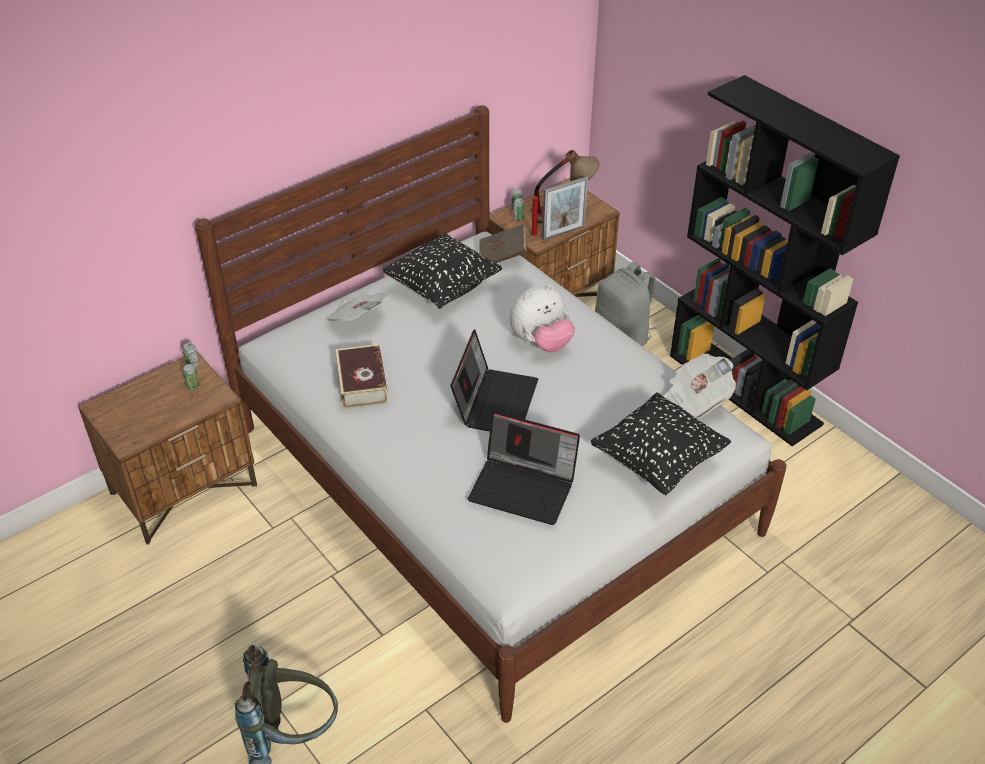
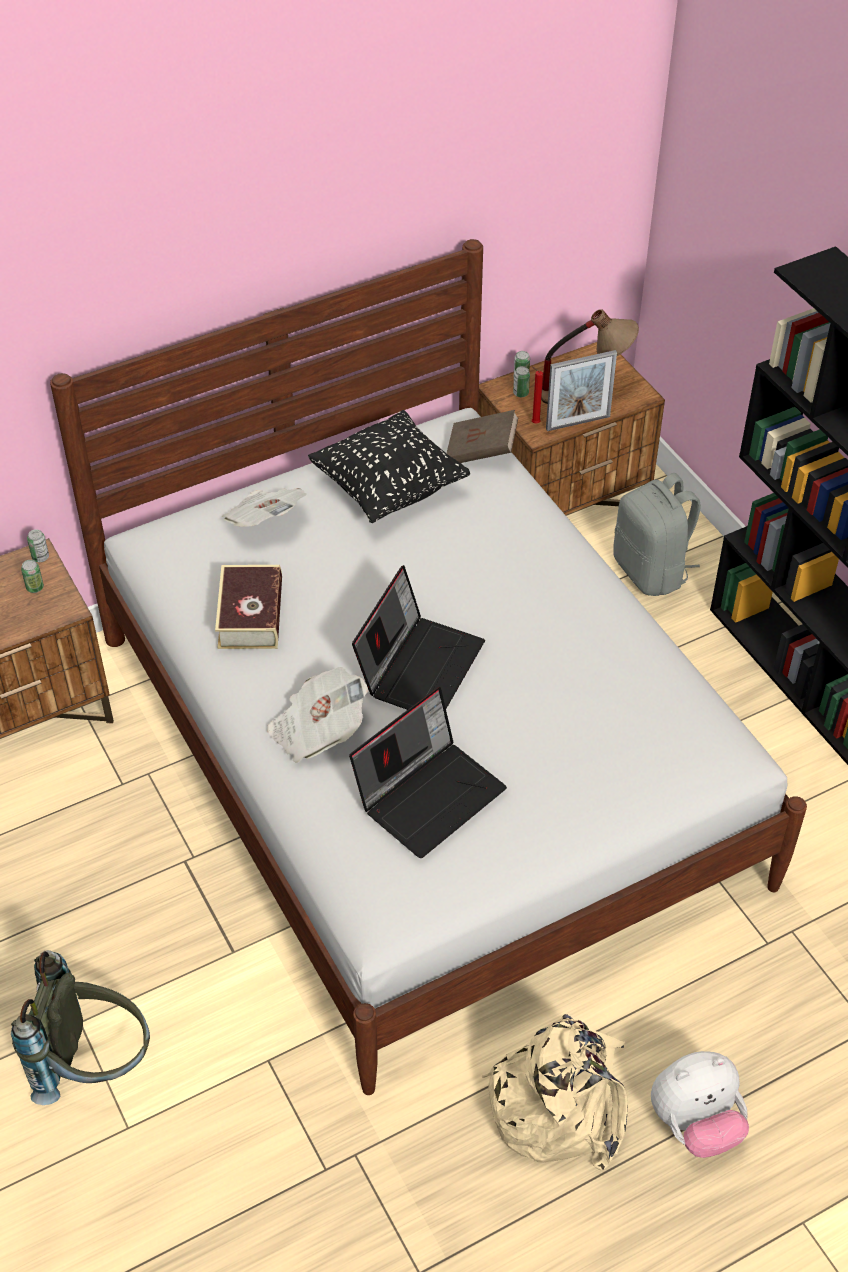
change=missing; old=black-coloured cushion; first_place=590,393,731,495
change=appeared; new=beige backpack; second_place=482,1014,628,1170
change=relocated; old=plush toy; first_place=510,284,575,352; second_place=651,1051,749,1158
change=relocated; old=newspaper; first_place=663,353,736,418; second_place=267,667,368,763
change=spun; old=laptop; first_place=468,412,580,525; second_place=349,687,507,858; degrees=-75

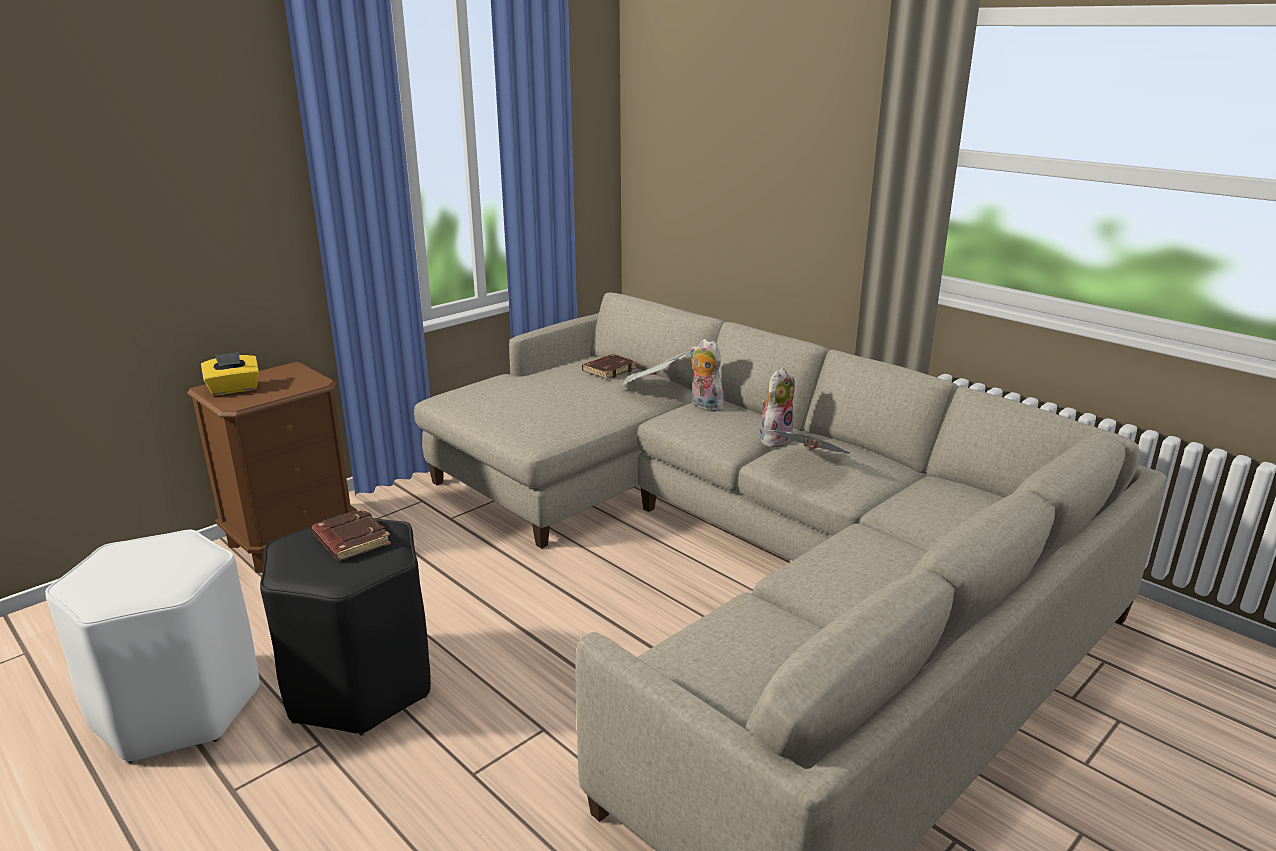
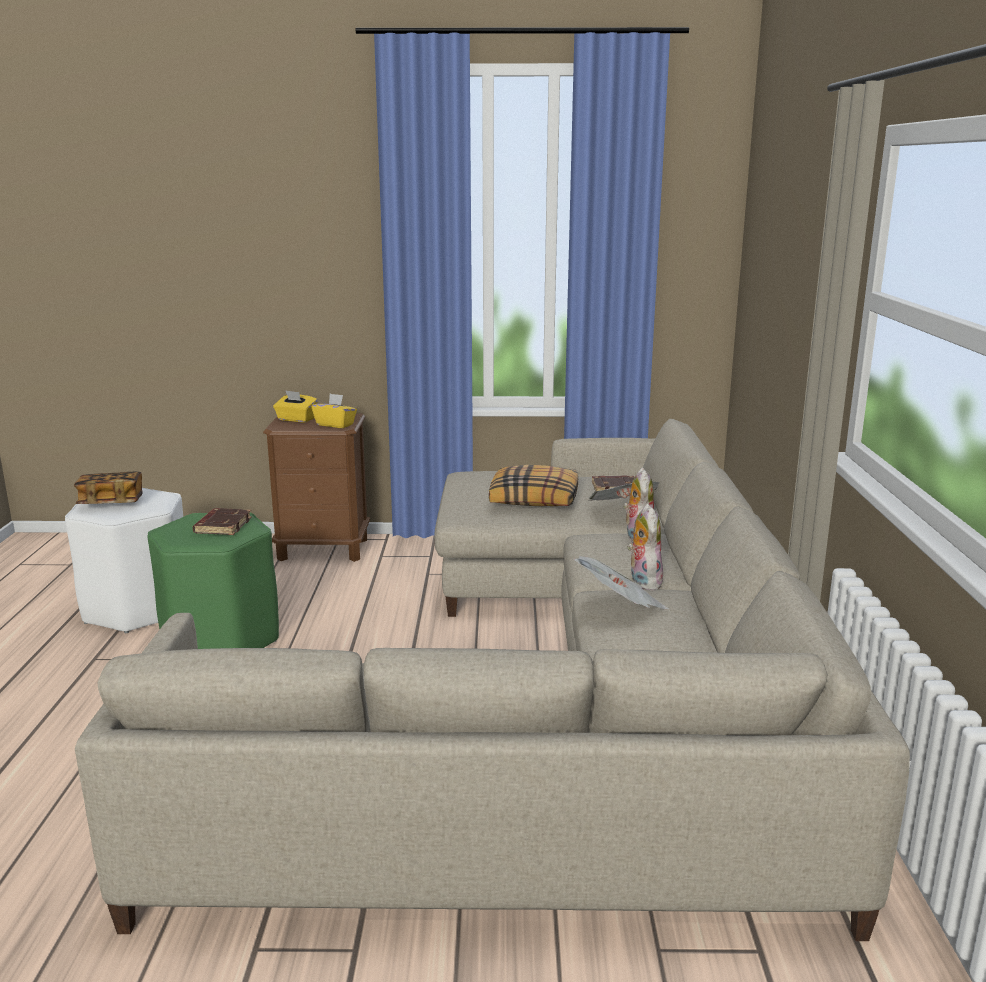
change=appeared; new=volume; second_place=74,472,143,504
change=appeared; new=yellow box of tissues; second_place=312,393,357,428
change=appeared; new=cushion; second_place=489,465,578,506
change=colour; old=black-coloured stool seat; new=greenish stool seat; first_place=260,514,431,735; second_place=147,513,279,649
change=spun; old=plush toy; first_place=760,368,795,447; second_place=627,504,663,590; degrees=-90

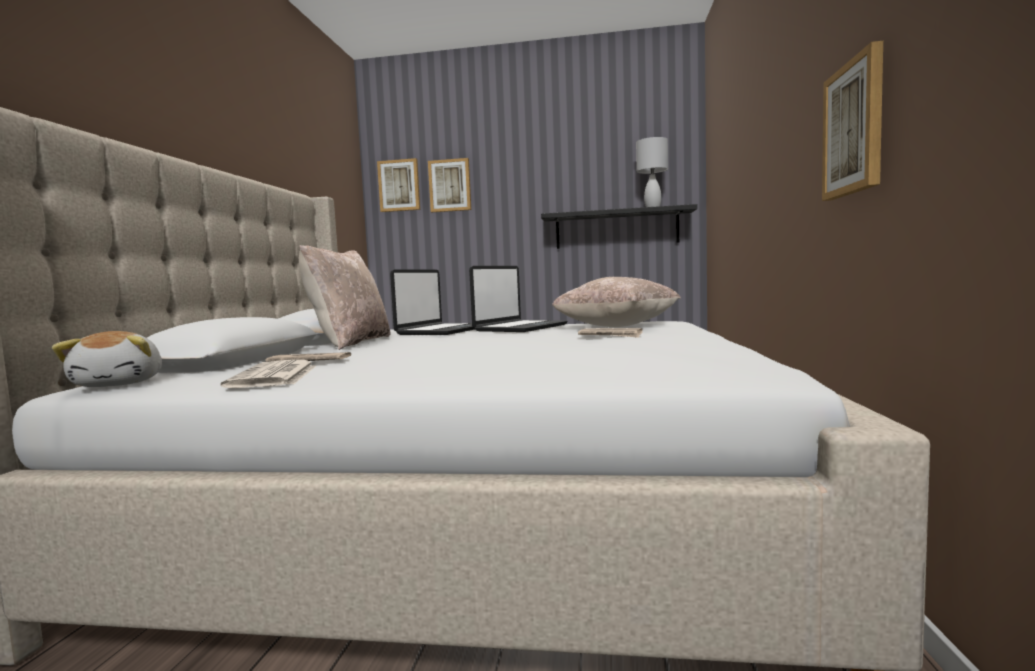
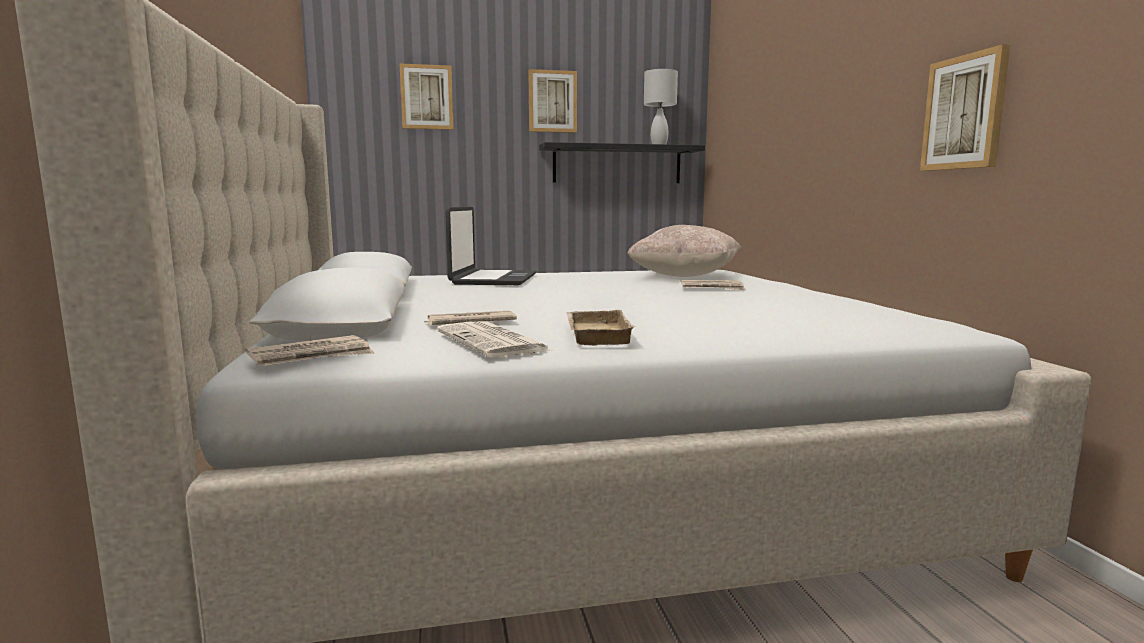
change=missing; old=beige cushion; first_place=299,245,391,350
change=missing; old=laptop; first_place=469,266,567,332
change=appeared; new=beige tray; second_place=566,310,636,345
change=relocated; old=wall picture; first_place=377,158,420,212; second_place=528,69,577,133
change=exchanged; old=plush toy; new=newspaper; first_place=52,331,162,387; second_place=246,335,374,366

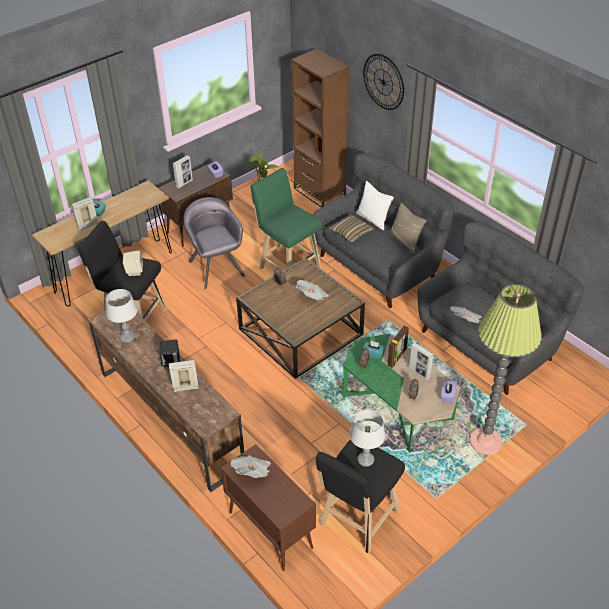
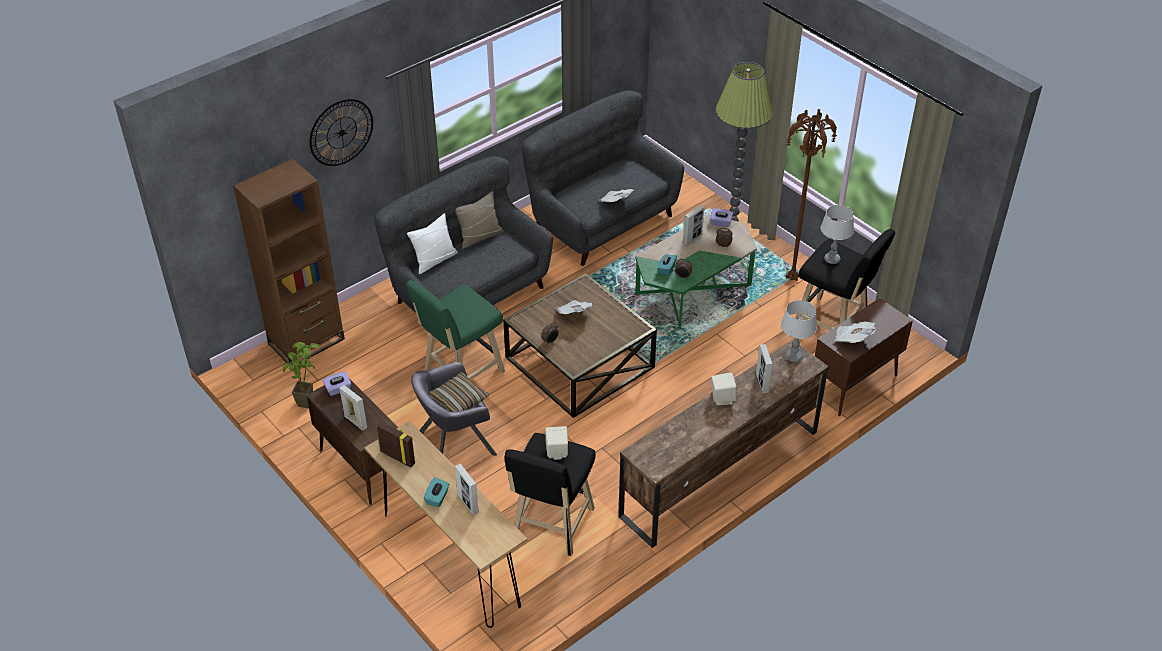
change=appeared; new=brown-coloured standing lamp; second_place=786,109,837,281
change=relocated; old=gray lamp for a table; first_place=106,289,138,343; second_place=781,300,817,362
change=relocated; old=cushion; first_place=329,214,375,243; second_place=430,372,489,412
change=relocated; old=standing frame; first_place=387,326,409,368; second_place=376,421,415,468
change=colour; old=black-coloured loudspeaker; new=beige loudspeaker; first_place=160,339,180,367; second_place=711,372,737,405

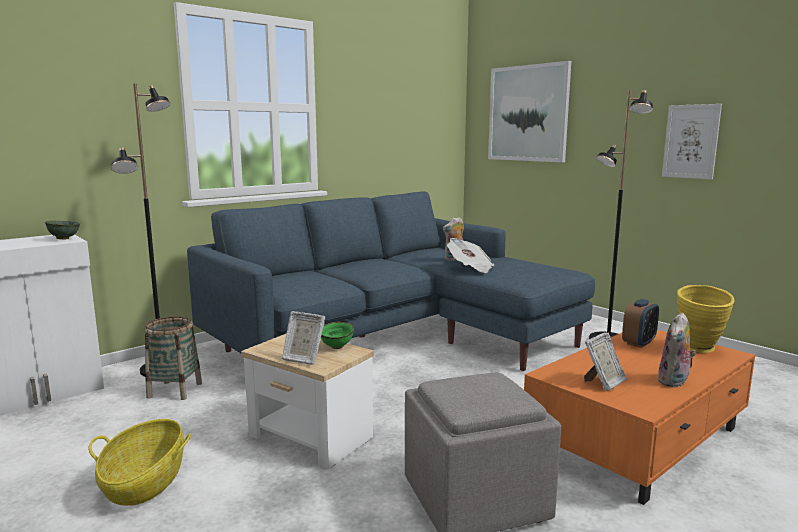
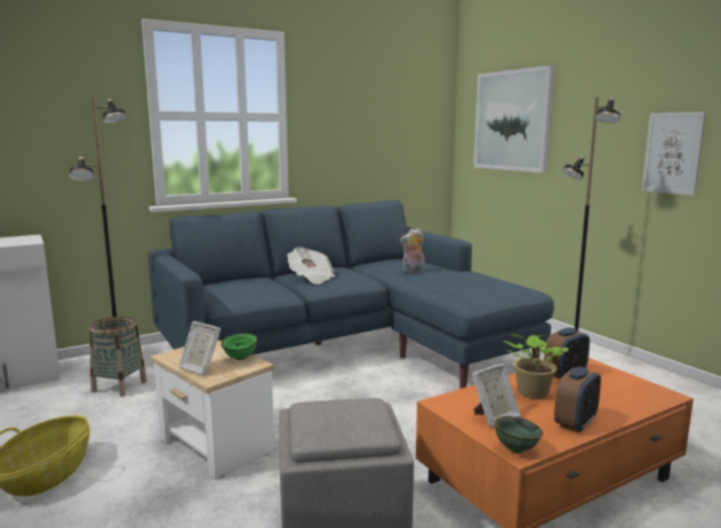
change=missing; old=yellow decorative vase; first_place=677,285,735,353
change=appeared; new=plant in a pot; second_place=503,334,569,399
change=relocated; old=greenish deep dish; first_place=45,221,80,240; second_place=494,416,543,453
change=relocated; old=newspaper; first_place=447,238,494,273; second_place=287,247,335,284
change=exchanged; old=plush toy; new=bedside clock; first_place=658,312,696,387; second_place=554,366,601,433

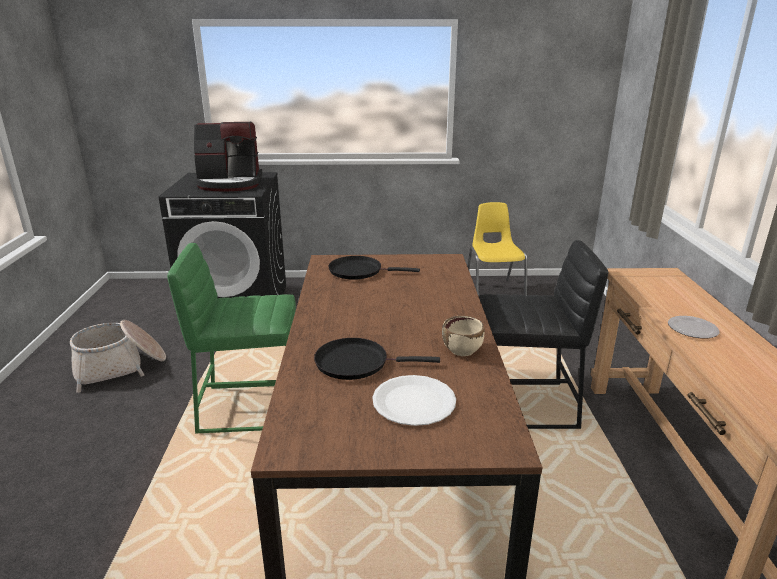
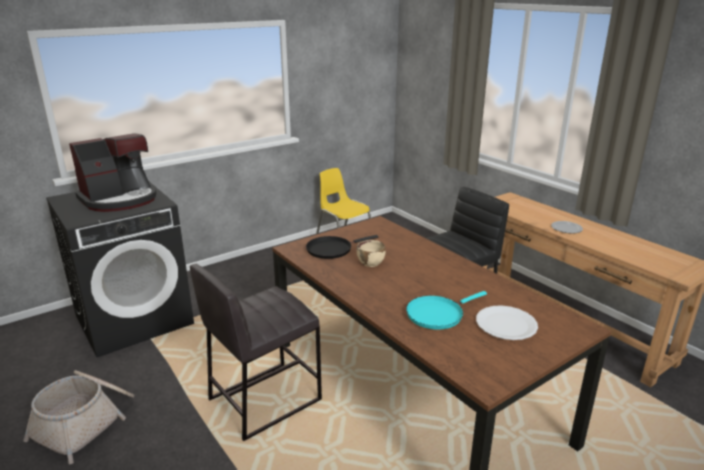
change=relocated; old=beige deep dish; first_place=442,316,484,356; second_place=357,240,386,267
change=colour; old=greenish stool seat; new=gray stool seat; first_place=167,243,296,433; second_place=190,264,322,441
change=colour; old=black-coloured skillet; new=turquoise-coloured skillet; first_place=314,338,440,380; second_place=406,291,487,330

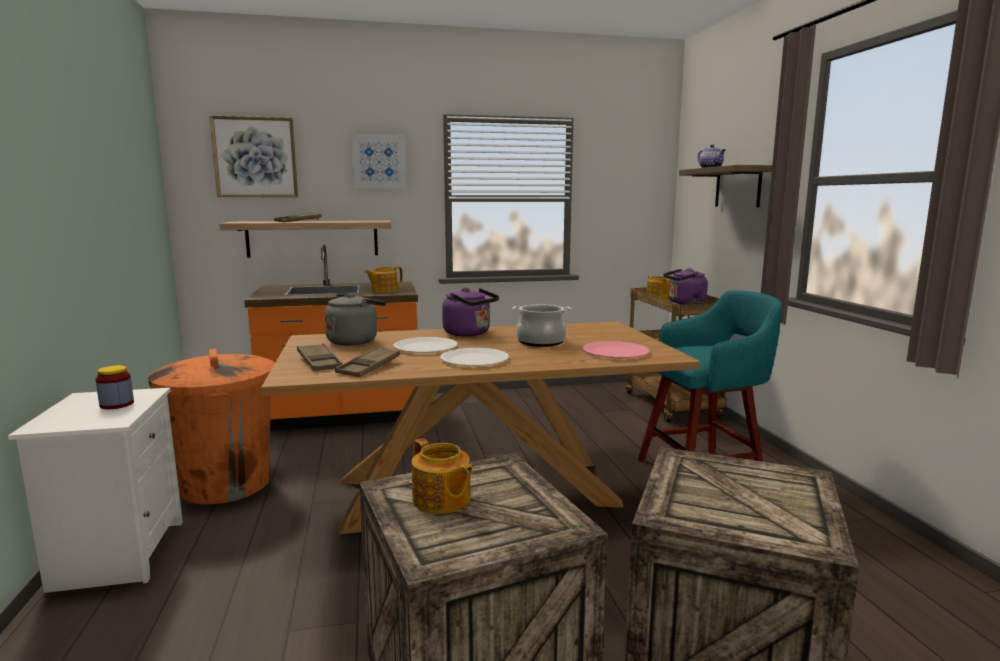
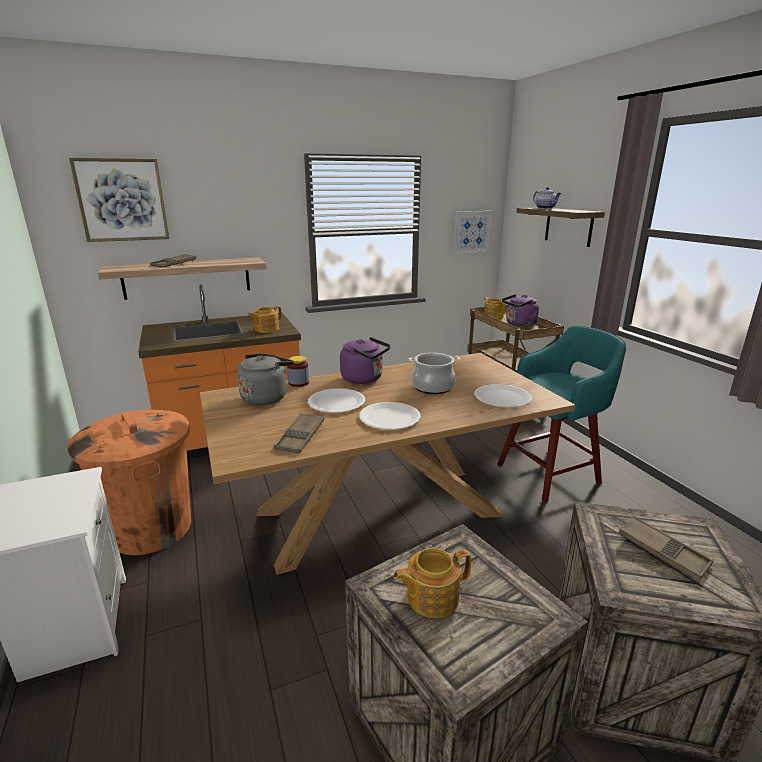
change=relocated; old=preserve jar; first_place=96,365,134,409; second_place=287,356,309,387
change=relocated; old=brown-coloured tray; first_place=297,343,343,371; second_place=619,516,713,581
change=relocated; old=wall picture; first_place=351,134,407,189; second_place=453,211,493,255
change=colour; old=pinkish dinner plate; new=whitish dinner plate; first_place=583,341,650,358; second_place=474,384,532,408
change=spun; old=tea pot; first_place=412,438,473,514; second_place=393,548,471,618; degrees=120

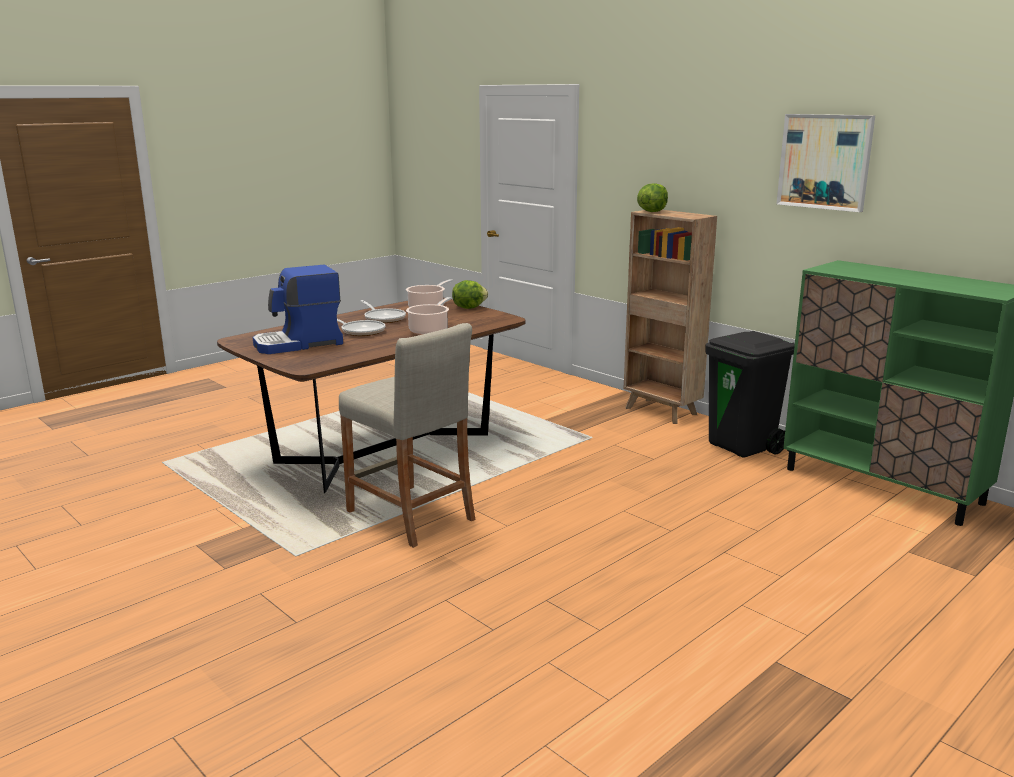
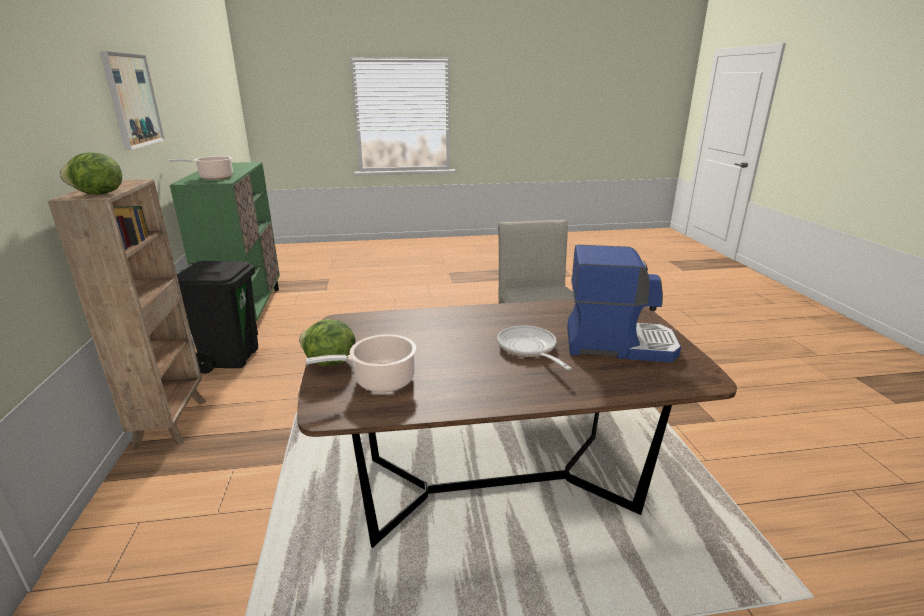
change=missing; old=skillet; first_place=361,300,406,323
change=relocated; old=cooking pot; first_place=406,297,451,335; second_place=169,156,233,180

